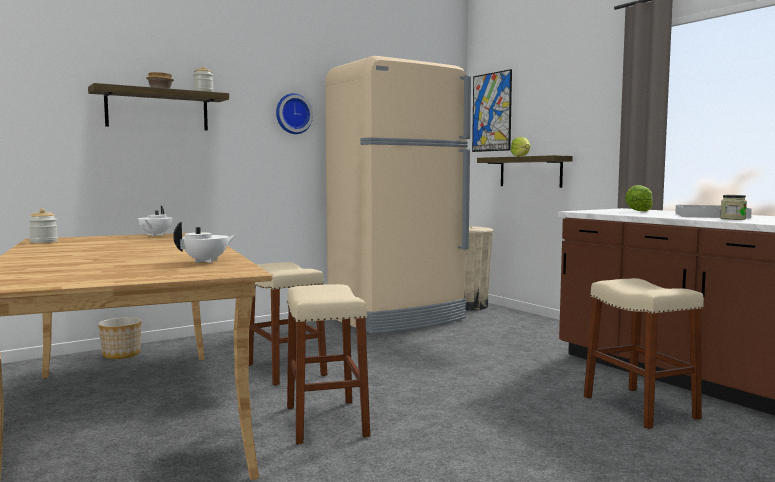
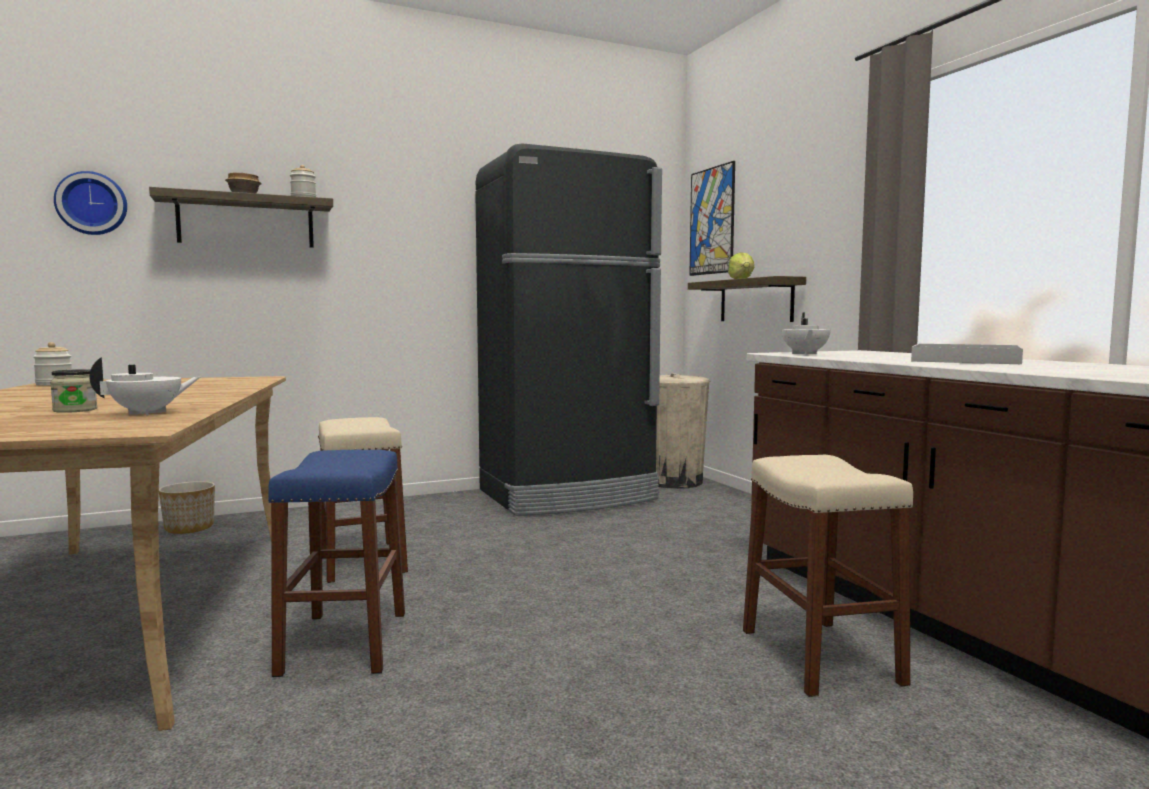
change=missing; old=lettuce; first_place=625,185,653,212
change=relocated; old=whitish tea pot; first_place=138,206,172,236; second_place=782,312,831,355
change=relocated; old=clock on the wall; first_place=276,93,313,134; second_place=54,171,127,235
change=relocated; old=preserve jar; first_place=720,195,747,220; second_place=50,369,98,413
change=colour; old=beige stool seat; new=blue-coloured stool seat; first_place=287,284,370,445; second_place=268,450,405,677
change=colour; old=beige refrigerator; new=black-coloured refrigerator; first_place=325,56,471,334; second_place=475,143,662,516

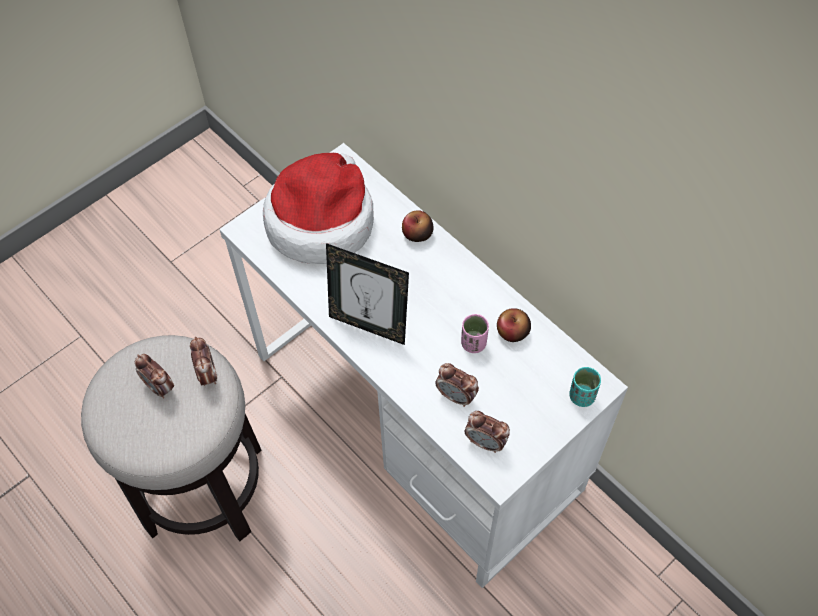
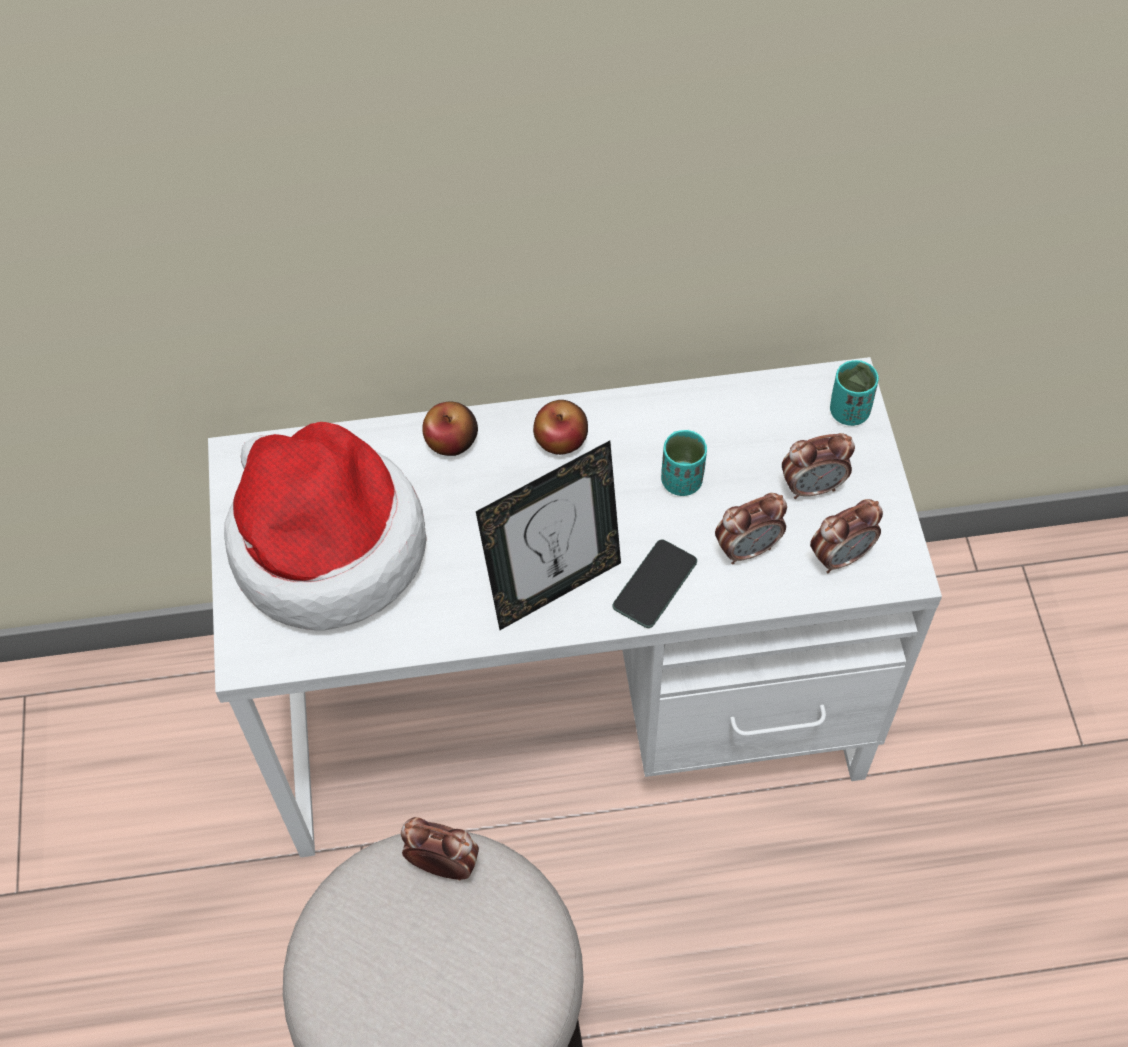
change=appeared; new=phone; second_place=612,540,697,628
change=relocated; old=bedside clock; first_place=135,354,174,399; second_place=782,433,855,499
change=relocated; old=apple; first_place=497,308,531,342; second_place=533,400,588,455
change=colour; old=pinkish cup; new=turquoise-coloured cup; first_place=461,314,489,353; second_place=661,430,707,496

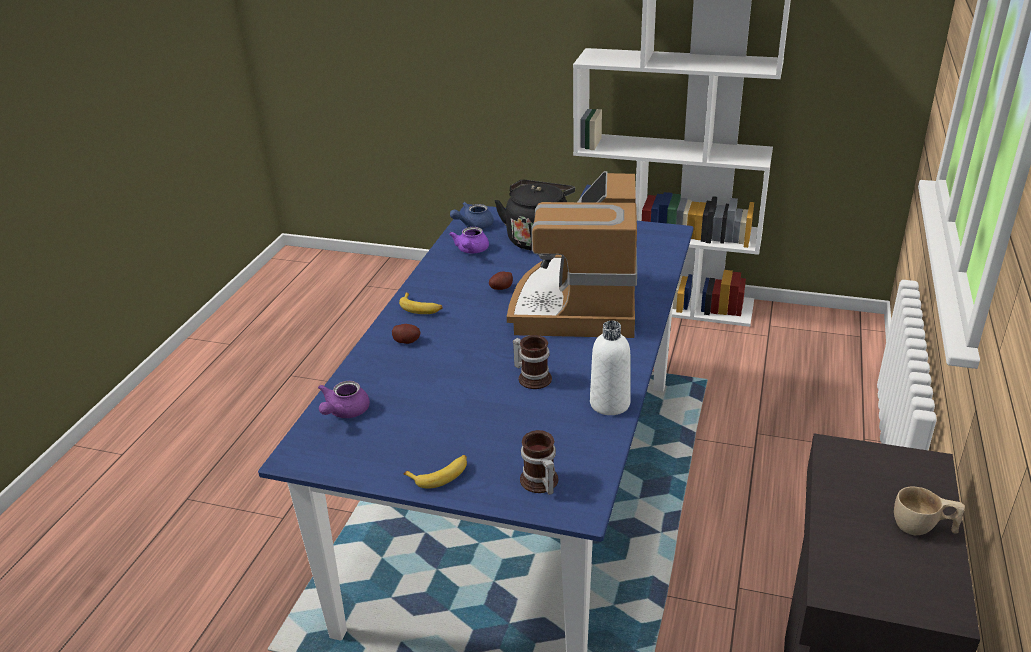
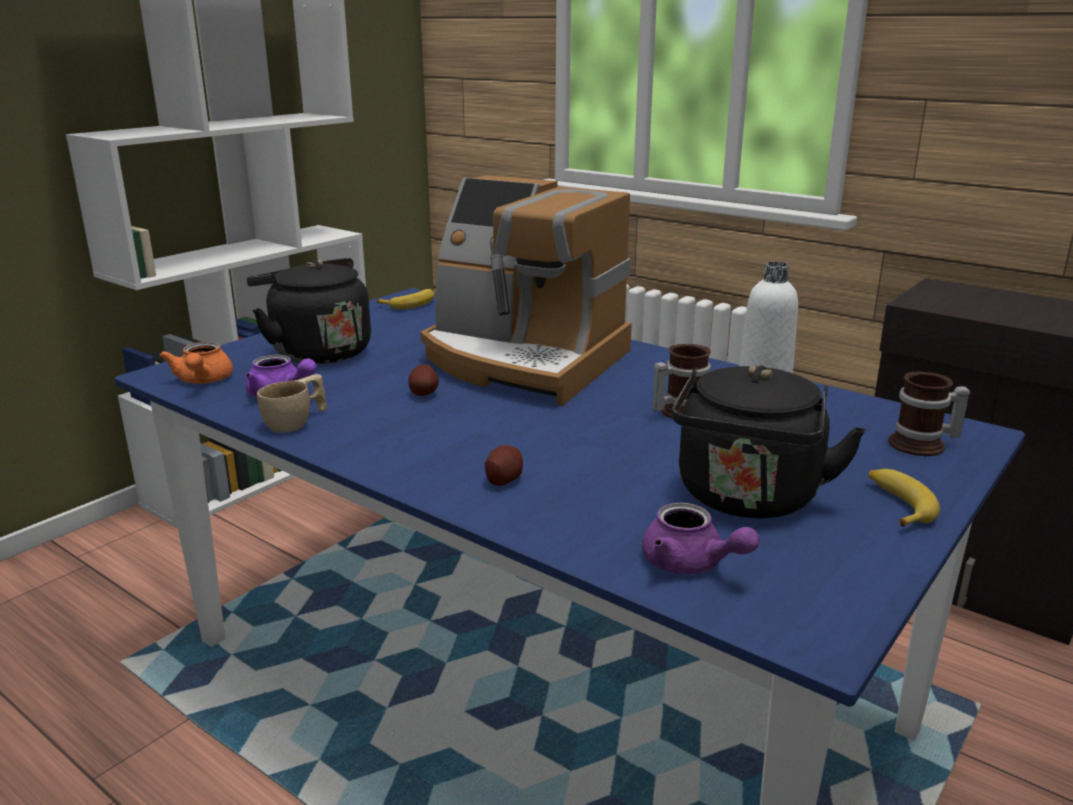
change=appeared; new=black-coloured tea kettle; second_place=672,365,866,518
change=relocated; old=banana fruit; first_place=399,292,443,314; second_place=377,289,435,309
change=relocated; old=beige cup; first_place=894,486,965,535; second_place=257,374,328,433
change=colour; old=blue-coloured tea pot; new=orangey tea pot; first_place=450,202,494,229; second_place=160,342,233,384

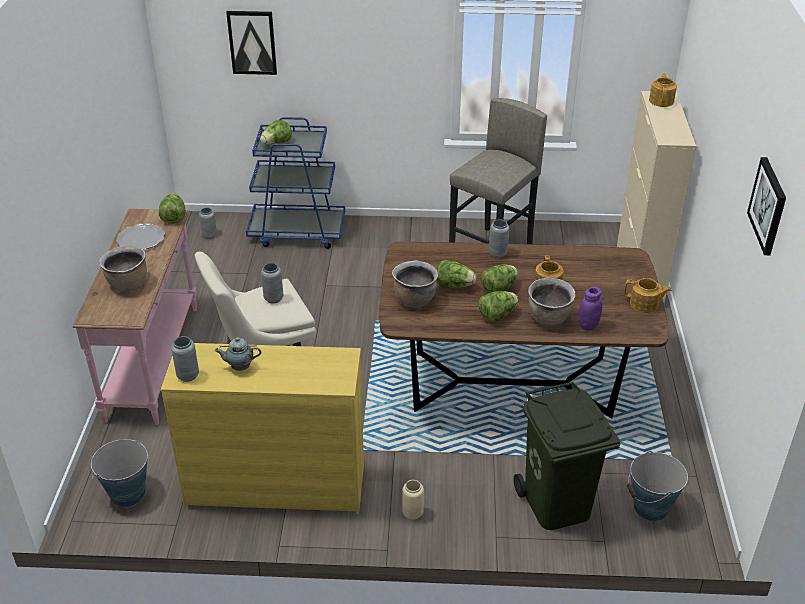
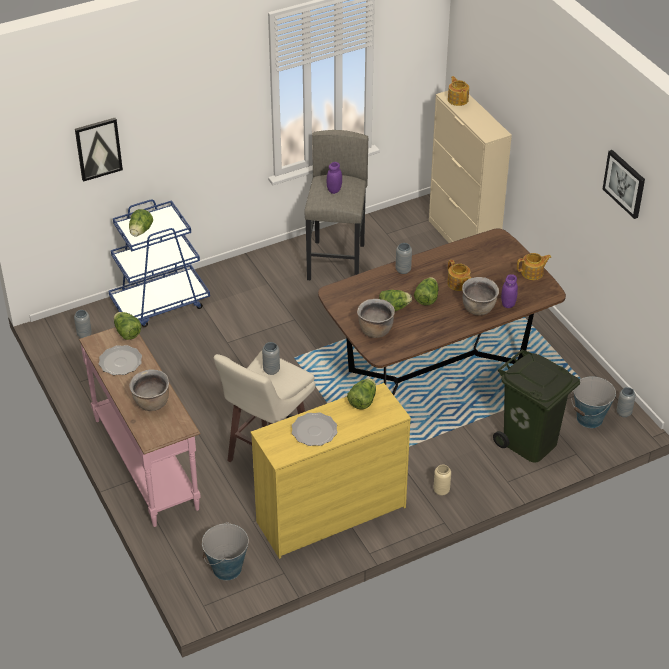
change=appeared; new=purple preserve jar; second_place=327,162,342,194
change=relocated; old=gray decorative vase; first_place=171,336,199,382; second_place=617,387,636,417
change=relocated; old=lettuce; first_place=478,291,518,322; second_place=347,378,376,409
change=exchanged; old=tea pot; new=dinner plate; first_place=214,337,261,371; second_place=292,413,337,446

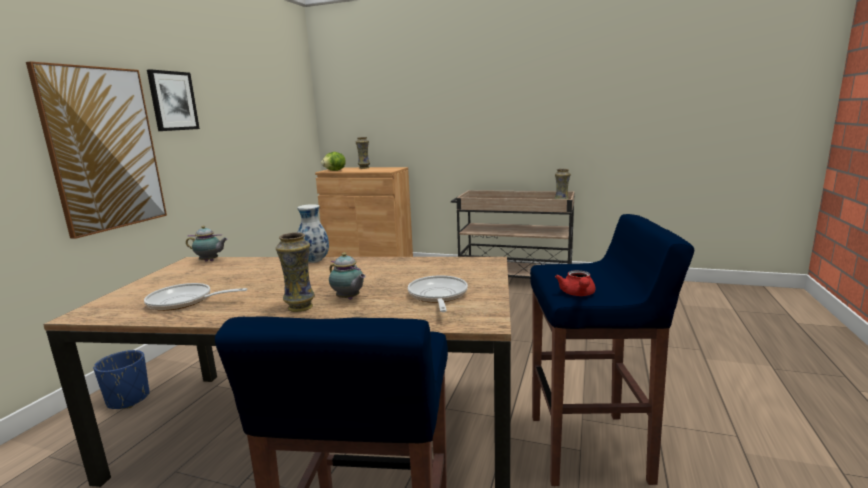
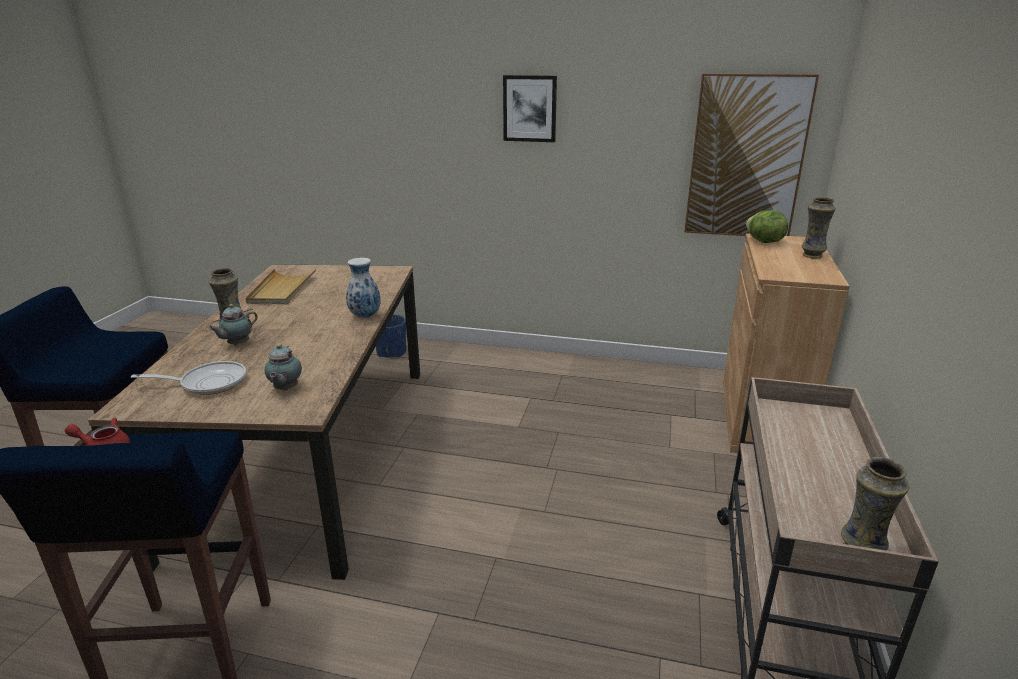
change=relocated; old=wall picture; first_place=26,61,167,239; second_place=684,73,819,236
change=relocated; old=tea pot; first_place=186,226,228,261; second_place=265,344,302,391
change=exchanged; old=skillet; new=beige tray; first_place=144,283,247,311; second_place=245,269,316,304

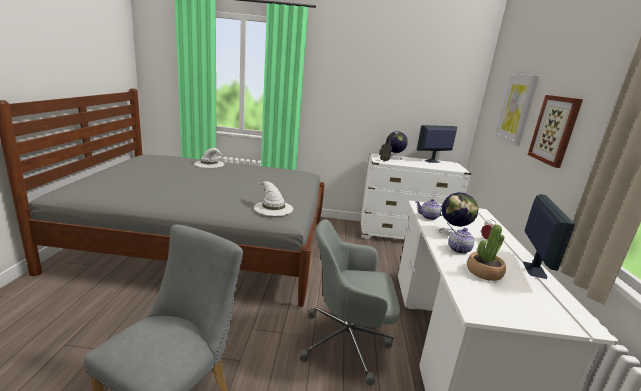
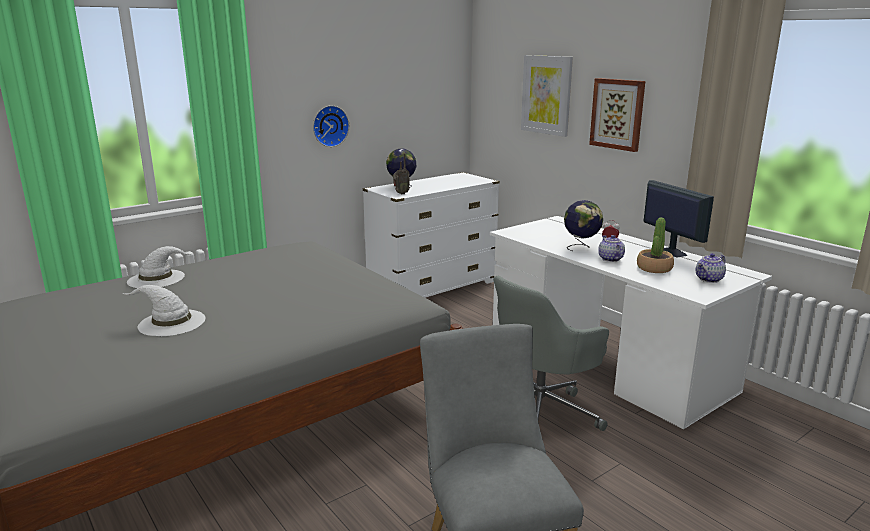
change=missing; old=monitor; first_place=417,125,457,163
change=appeared; new=clock on the wall; second_place=313,105,349,147
change=relocated; old=whitish wearable hat; first_place=254,181,293,216; second_place=123,285,205,336
change=relocated; old=tea pot; first_place=416,199,443,220; second_place=696,253,726,283

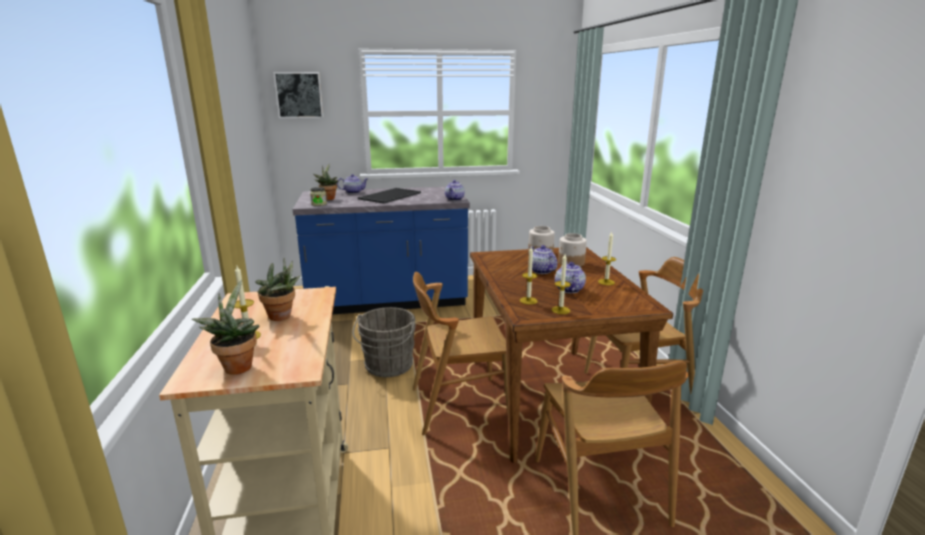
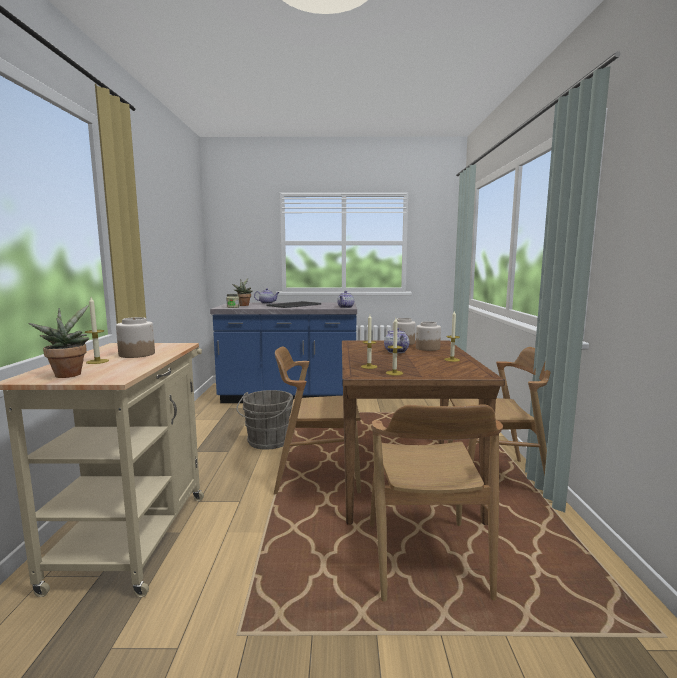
change=missing; old=wall picture; first_place=273,72,324,118
change=missing; old=tea pot; first_place=555,262,586,293
change=exchanged; old=plant in a pot; new=preserve jar; first_place=255,258,300,321; second_place=116,317,155,358

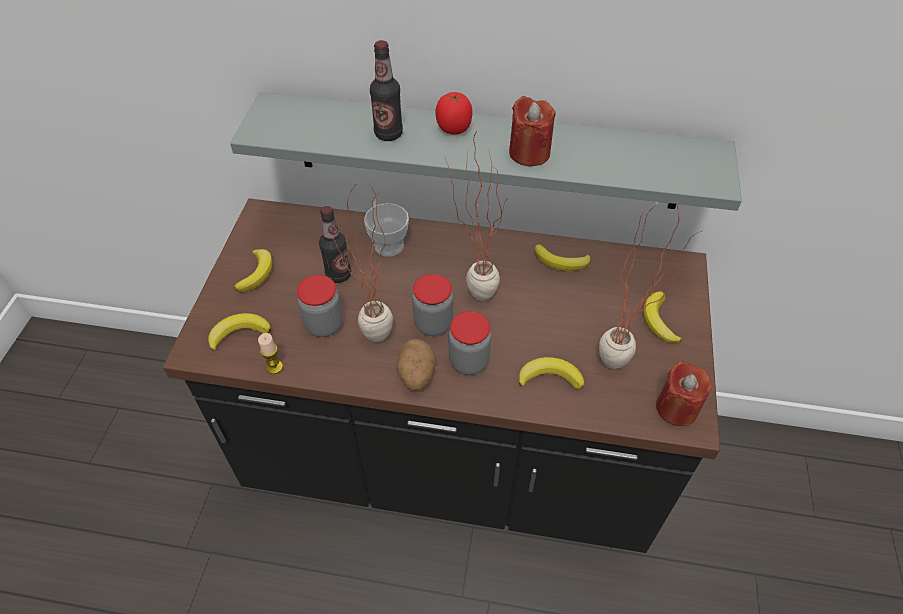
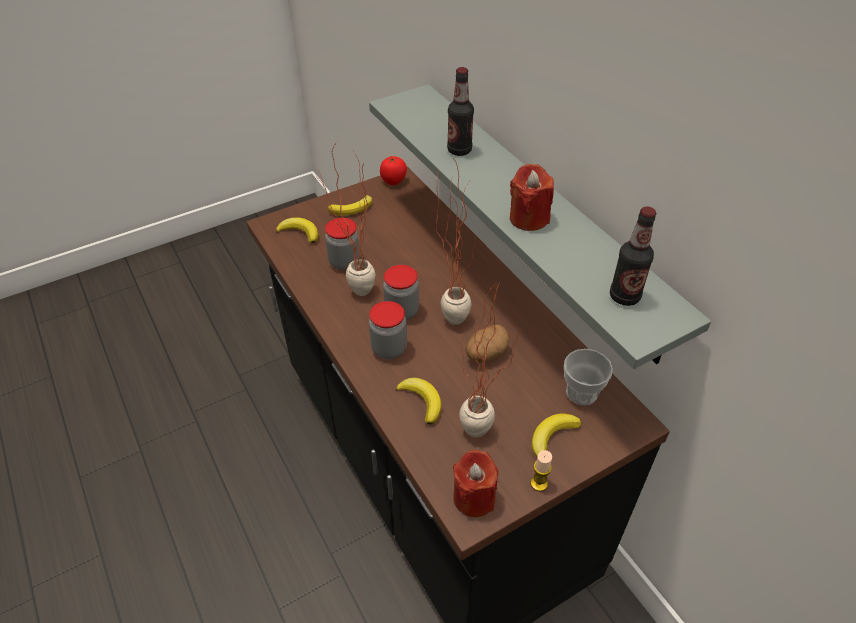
change=missing; old=banana fruit; first_place=534,244,590,271
change=relocated; old=wax light; first_place=258,333,283,374; second_place=531,450,552,491
change=relocated; old=bottle; first_place=319,206,351,283; second_place=610,207,656,306
change=relocated; old=cup; first_place=364,203,409,257; second_place=564,349,613,405
change=relocated; old=potato; first_place=397,339,436,391; second_place=466,325,509,363
change=relocated; old=whole tomato; first_place=435,92,473,135; second_place=380,156,407,185

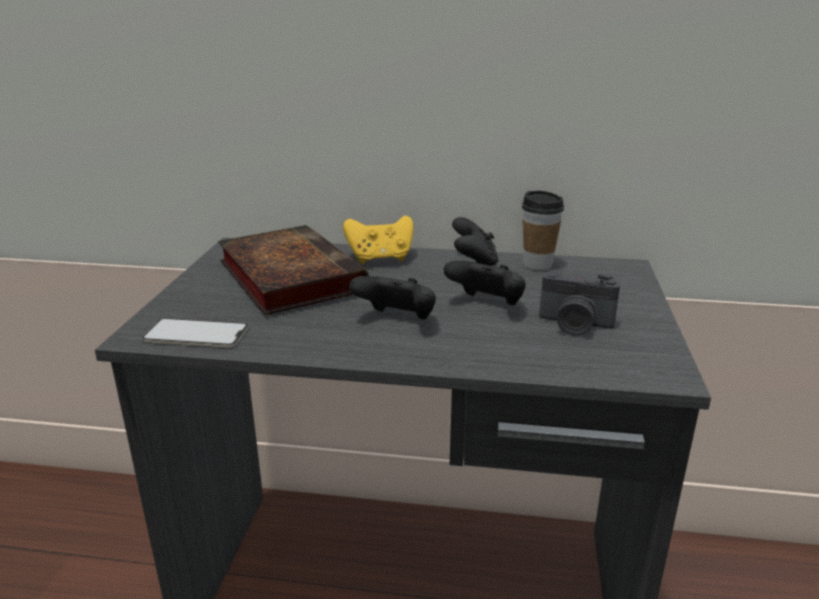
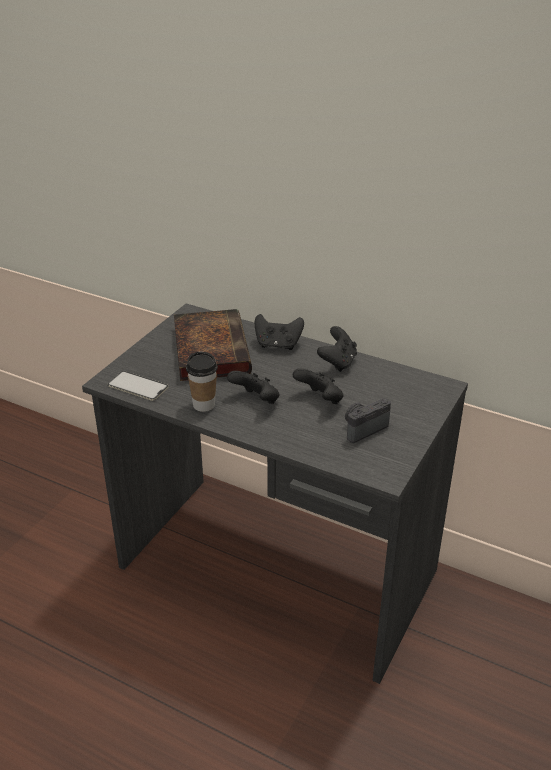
change=relocated; old=cup; first_place=522,190,564,270; second_place=186,352,218,412
change=colour; old=yellow game controller; new=black-coloured game controller; first_place=343,216,414,264; second_place=255,314,304,350
change=spun; old=photo camera; first_place=539,272,620,336; second_place=345,398,391,443; degrees=105

